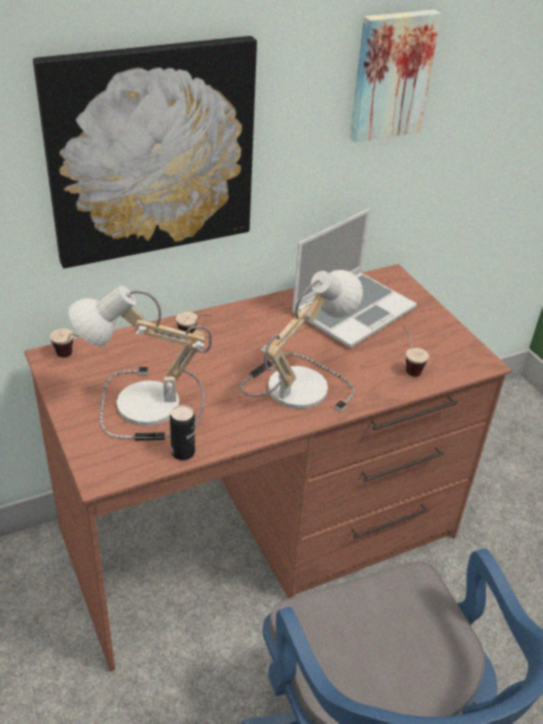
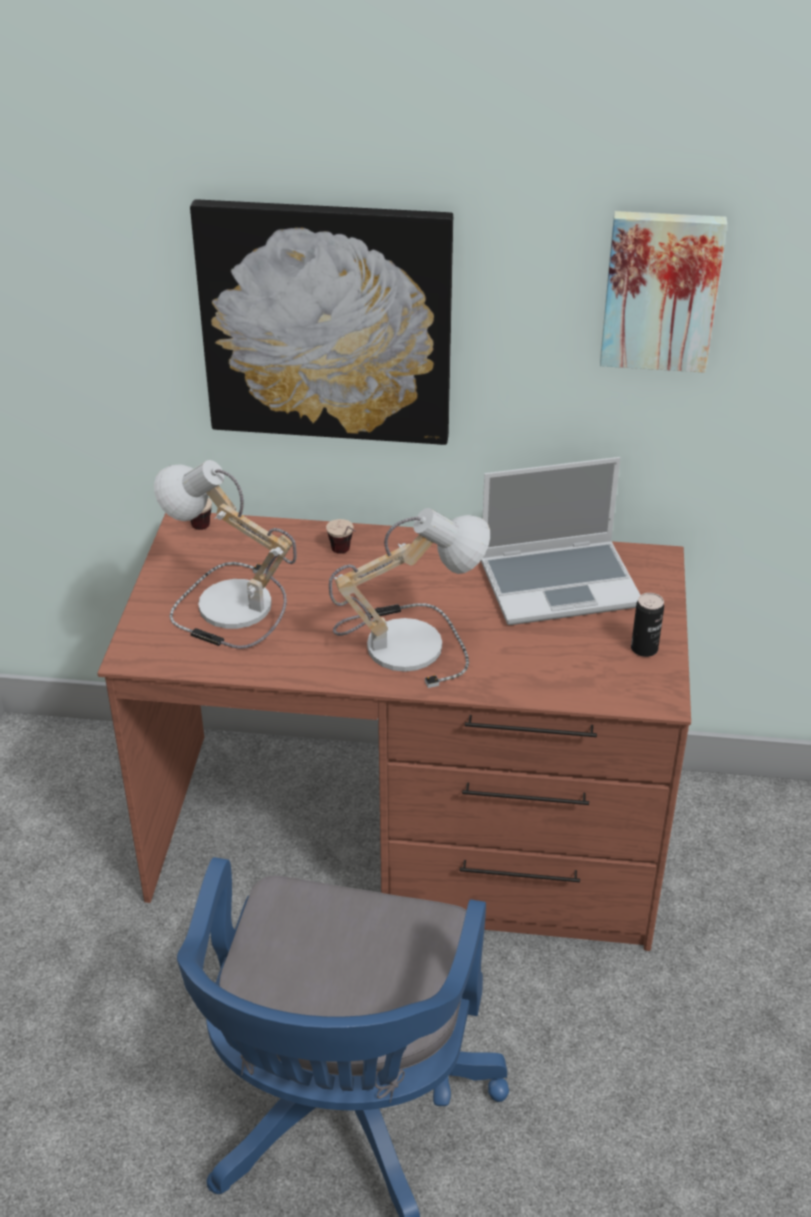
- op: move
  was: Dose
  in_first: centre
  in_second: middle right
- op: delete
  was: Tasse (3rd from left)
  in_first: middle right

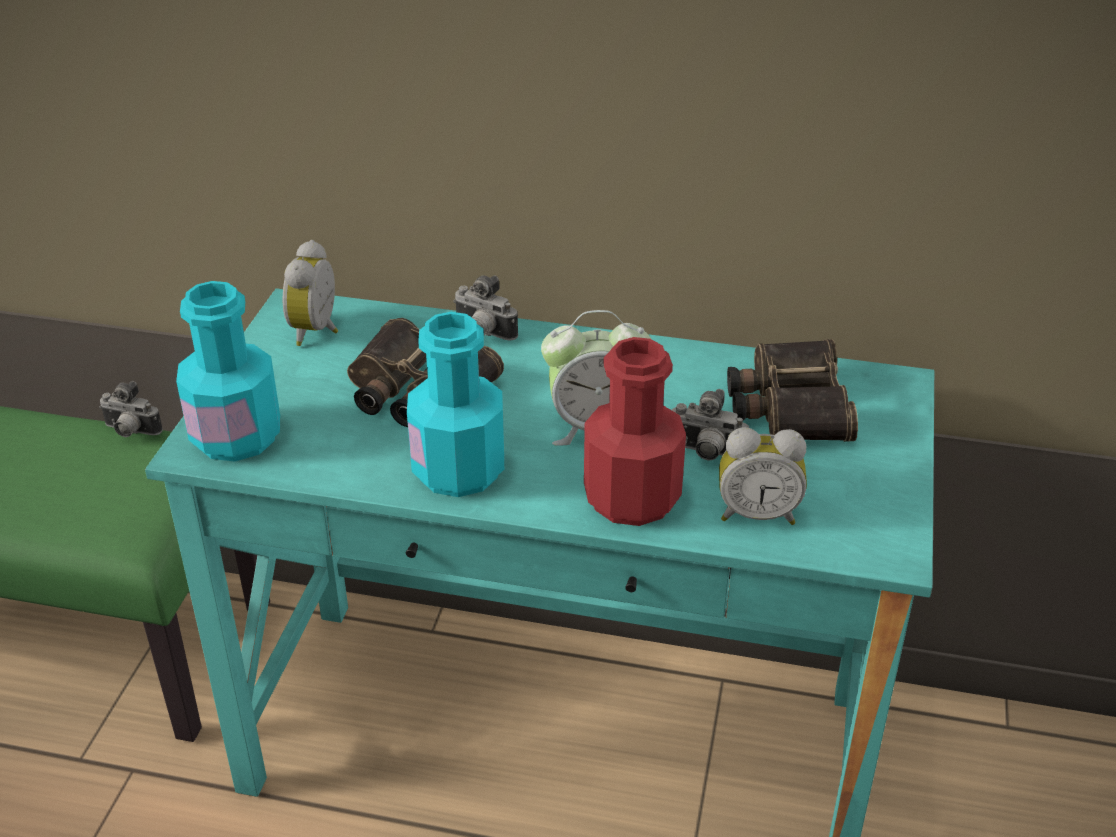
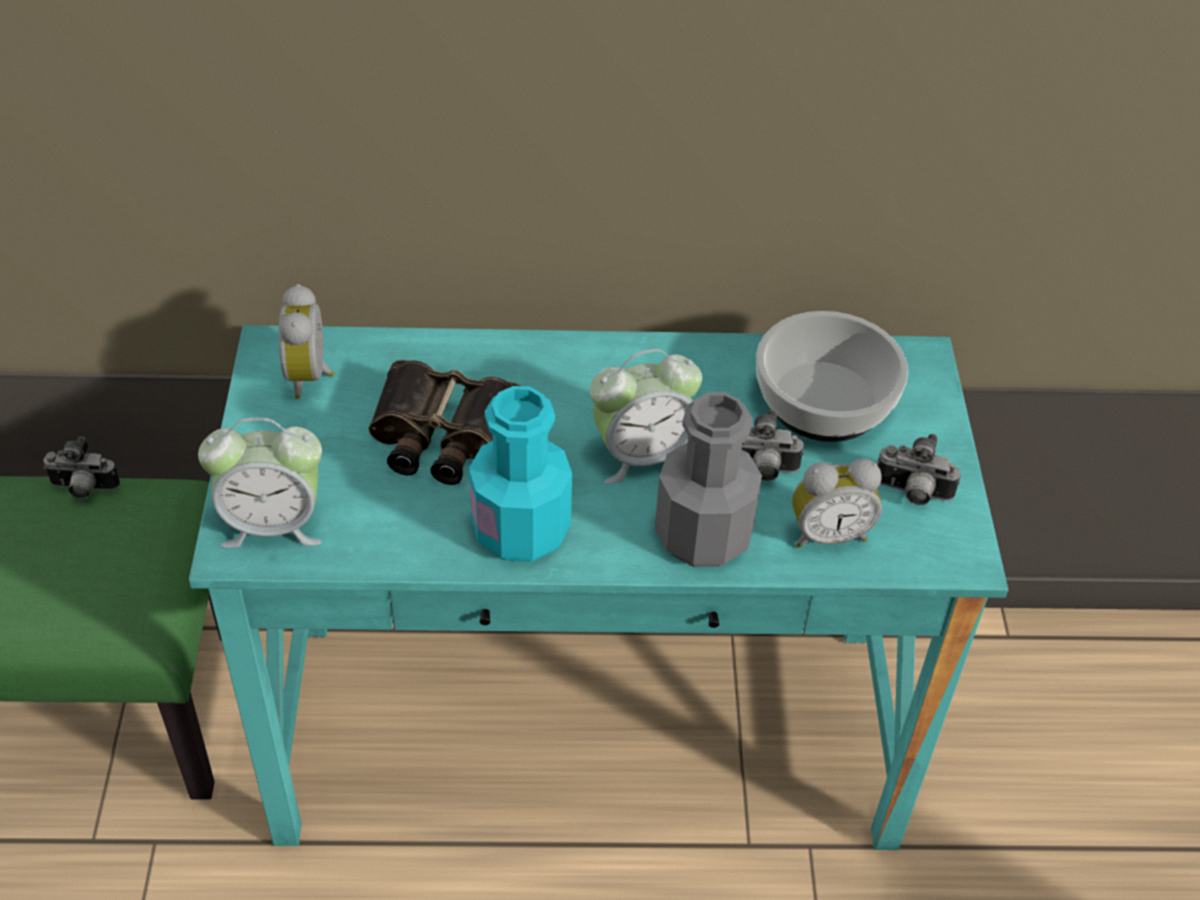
- op: replace
  was: Flasche/türkis (1st from left)
  now: Wecker (1st from left)
  in_first: middle left
  in_second: middle left
- op: recolor
  was: Flasche/rot
  now: Flasche/grau
  in_first: centre
  in_second: centre
- op: replace
  was: Fernglas (2nd from left)
  now: Schüssel
  in_first: middle right
  in_second: middle right
- op: move
  was: Kamera (2nd from left in the first image)
  now: Kamera (3rd from left)
  in_first: centre
  in_second: middle right

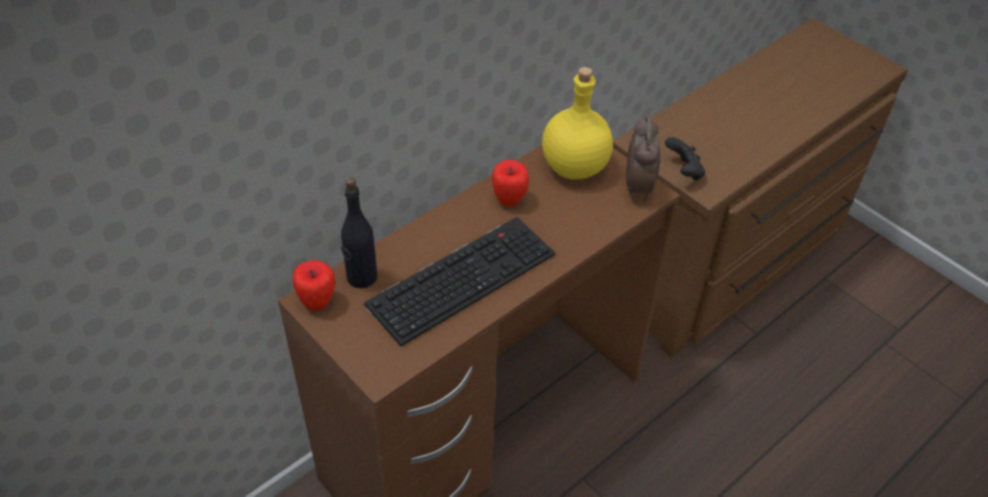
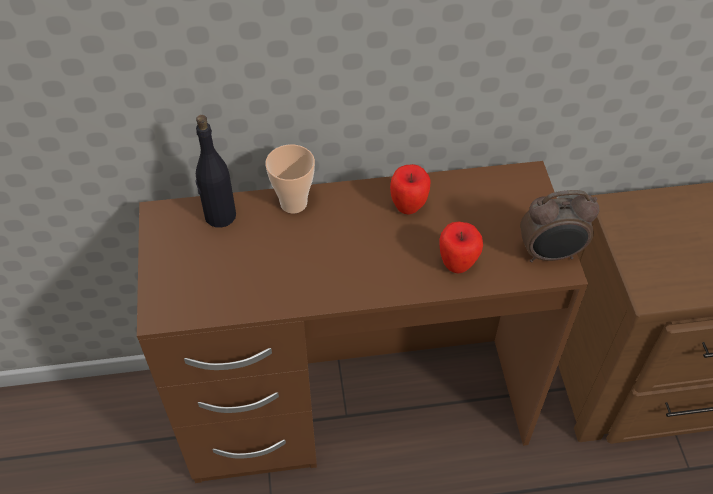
- op: insert
  now: Tasse
  in_second: centre
- op: move
  was: Apfel (1st from left in the first image)
  now: Apfel (2nd from left)
  in_first: middle left
  in_second: centre
- op: rotate
  was: Wecker
  in_first: top centre
  in_second: middle right
  clockwise: 45
- op: delete
  was: Tastatur
  in_first: centre
- op: delete
  was: Flasche/gelb
  in_first: top centre
- op: delete
  was: Gamepad/schwarz
  in_first: top right

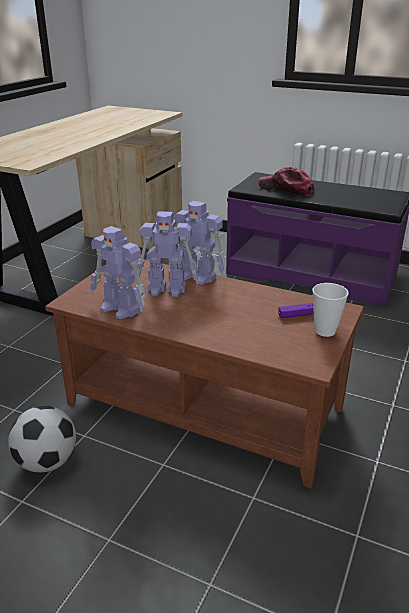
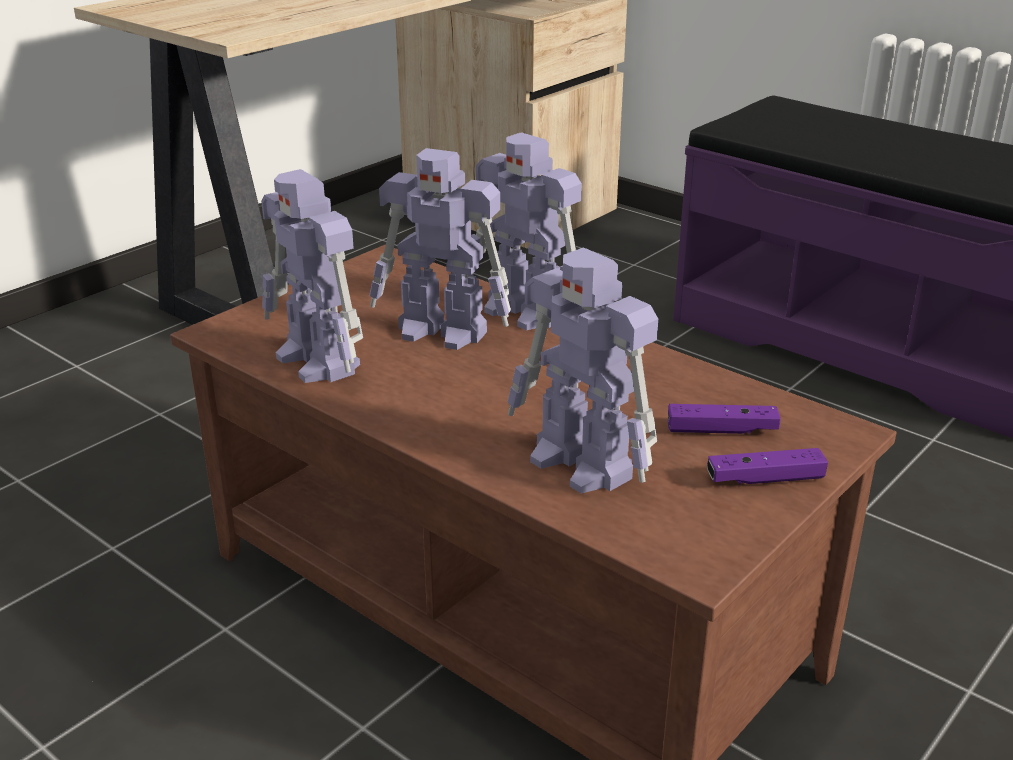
- op: insert
  now: Spielzeugroboter (4th from left)
  in_second: centre
- op: replace
  was: Tasse
  now: Gamepad/lila (2nd from left)
  in_first: middle right
  in_second: middle right
- op: delete
  was: Fußball
  in_first: bottom left
- op: delete
  was: Kappe
  in_first: top right

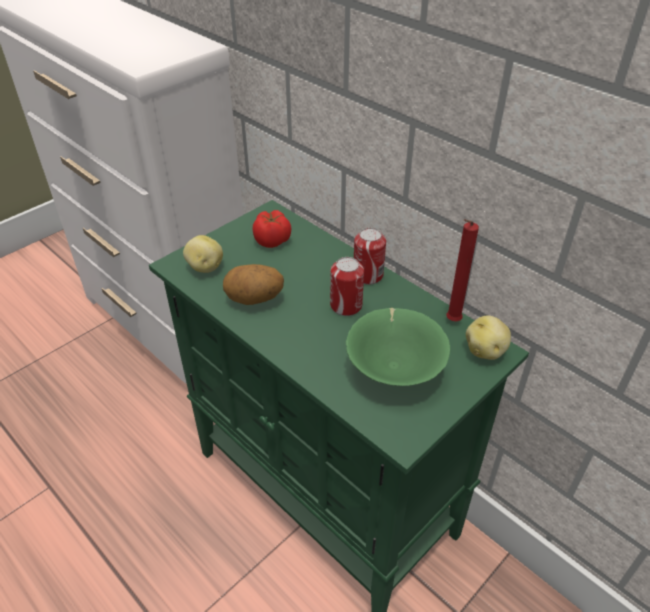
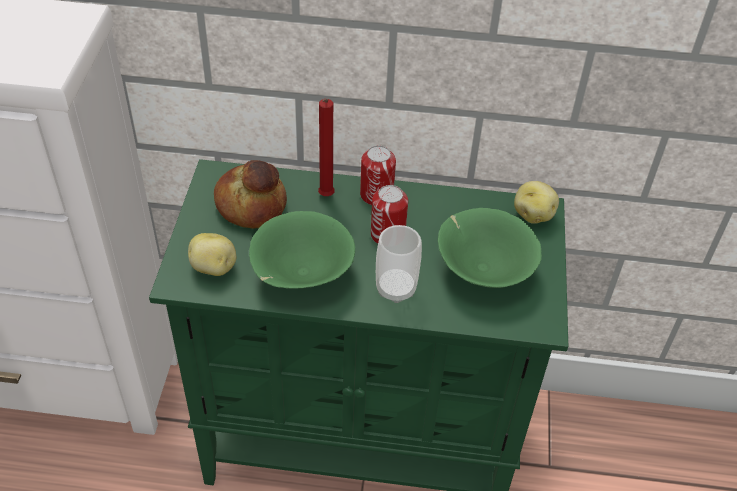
- op: replace
  was: Tomate
  now: Brot
  in_first: centre
  in_second: centre
- op: replace
  was: Kartoffel (2nd from left)
  now: Schüssel/grün (1st from left)
  in_first: centre
  in_second: centre
- op: move
  was: Kerze/rot
  in_first: middle right
  in_second: top centre
- op: insert
  now: Tasse
  in_second: centre

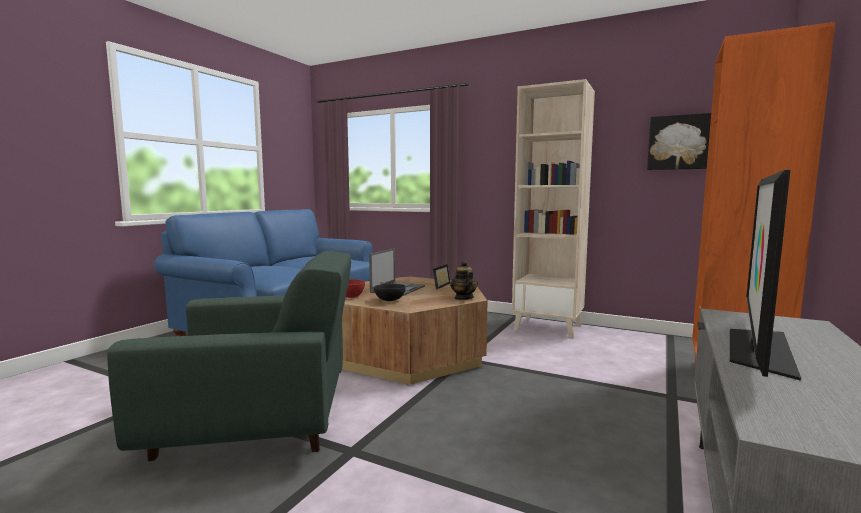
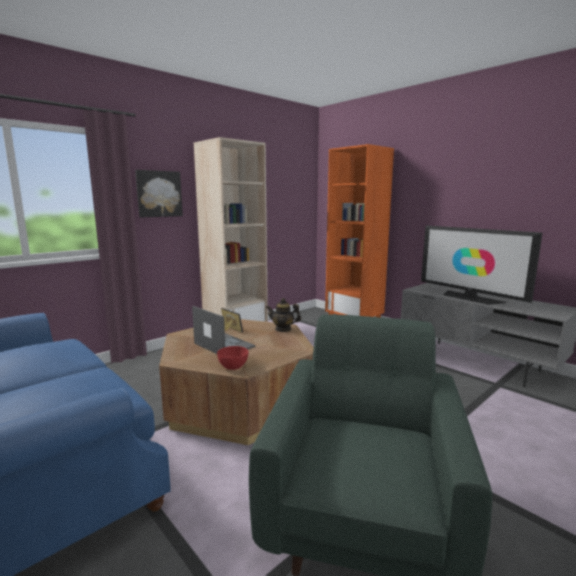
- op: move
  was: Bild
  in_first: top right
  in_second: middle left
- op: delete
  was: Schüssel/schwarz
  in_first: centre

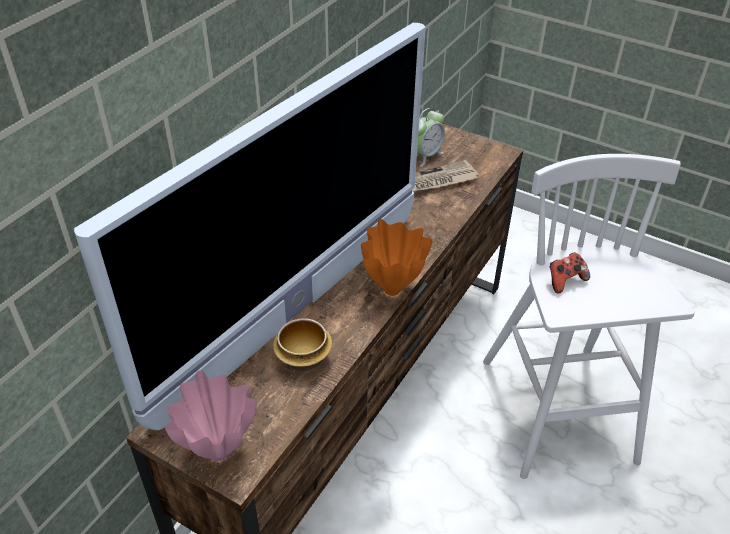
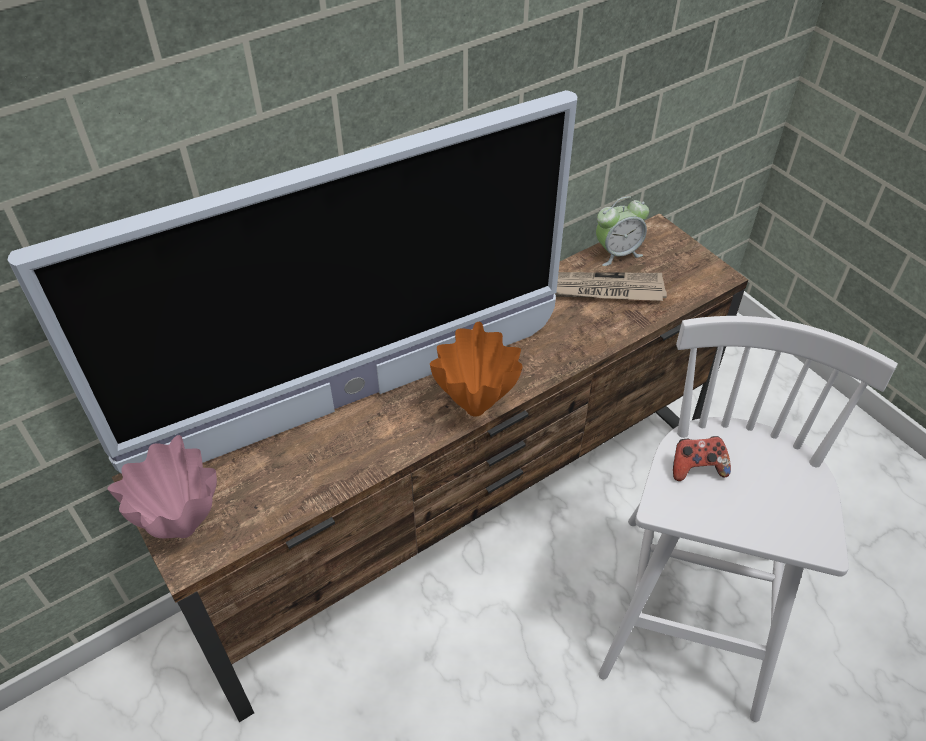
- op: delete
  was: Schüssel
  in_first: centre

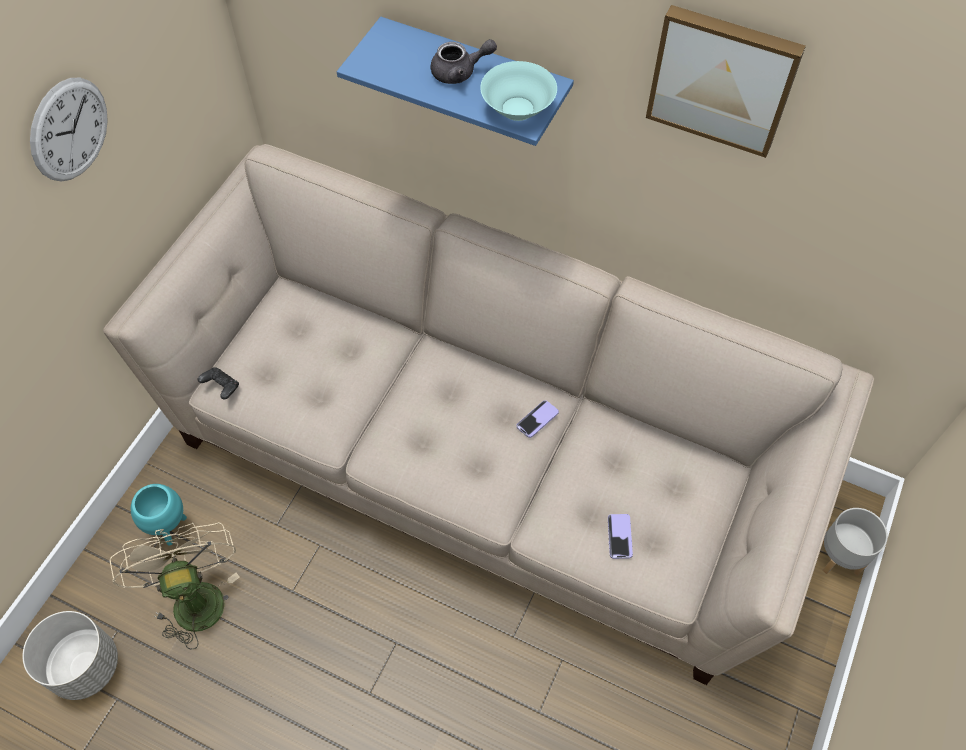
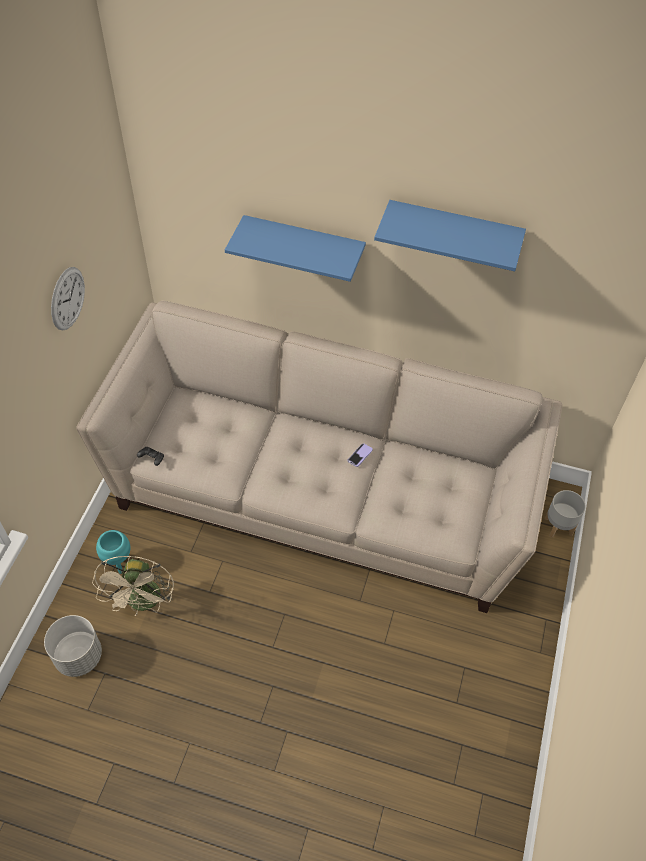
- op: rotate
  was: Ventilator/beige
  in_first: bottom left
  in_second: bottom left
  clockwise: -150
- op: replace
  was: Bild
  now: Wandregal/blau (2nd from left)
  in_first: top right
  in_second: top right
- op: delete
  was: Teekanne/grau
  in_first: top centre
- op: delete
  was: Schüssel/türkis
  in_first: top centre
- op: delete
  was: Handy (2nd from left)
  in_first: bottom centre

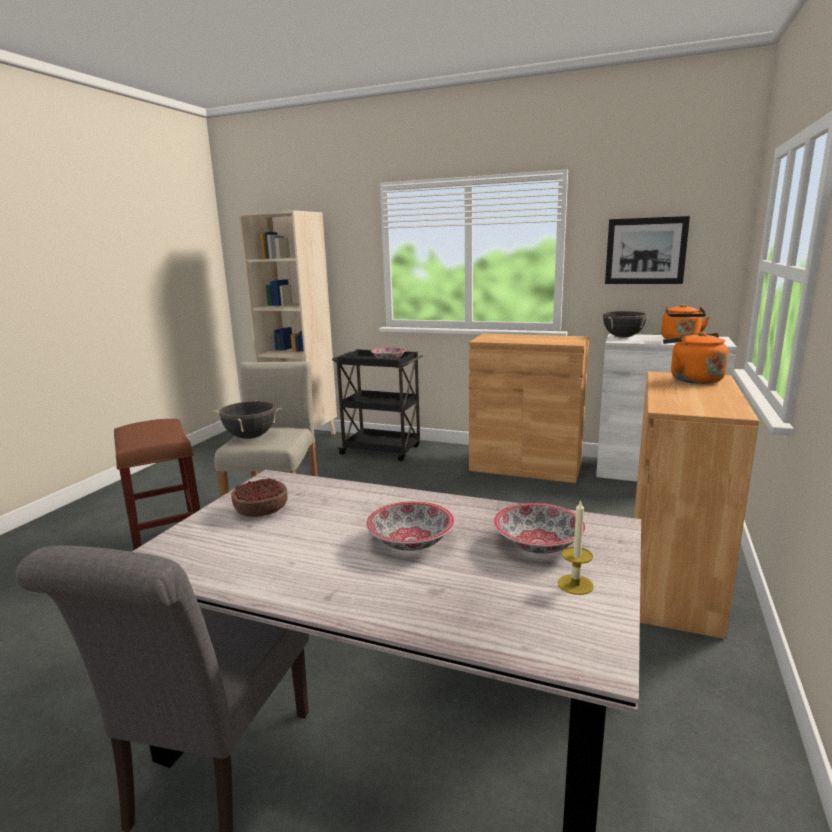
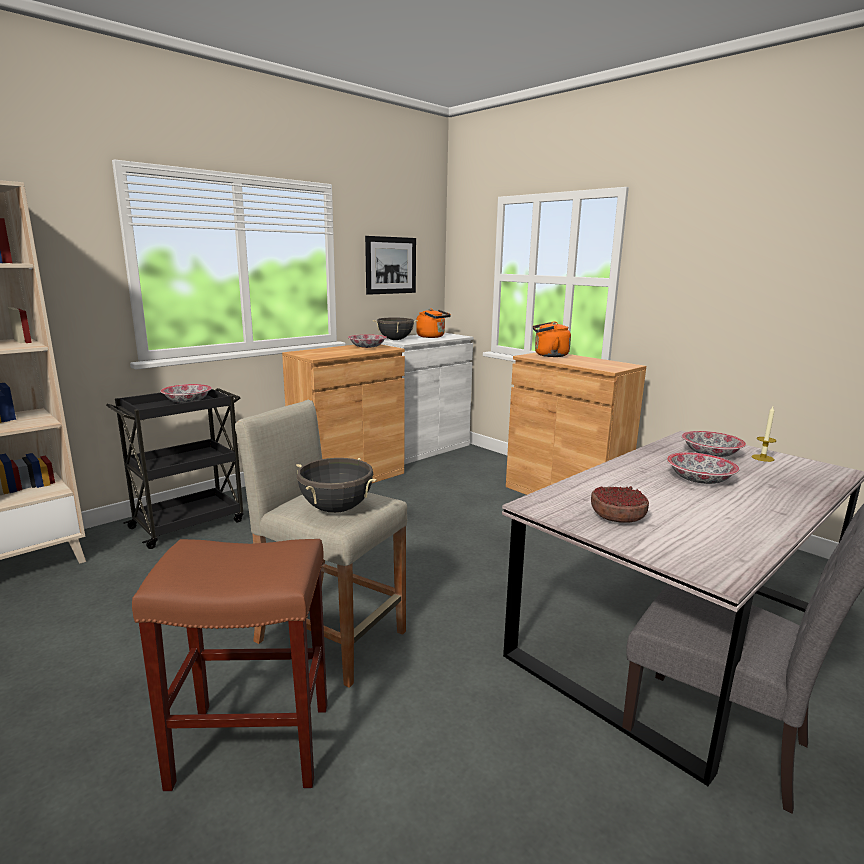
- op: insert
  now: Schüssel (2nd from left)
  in_second: centre

